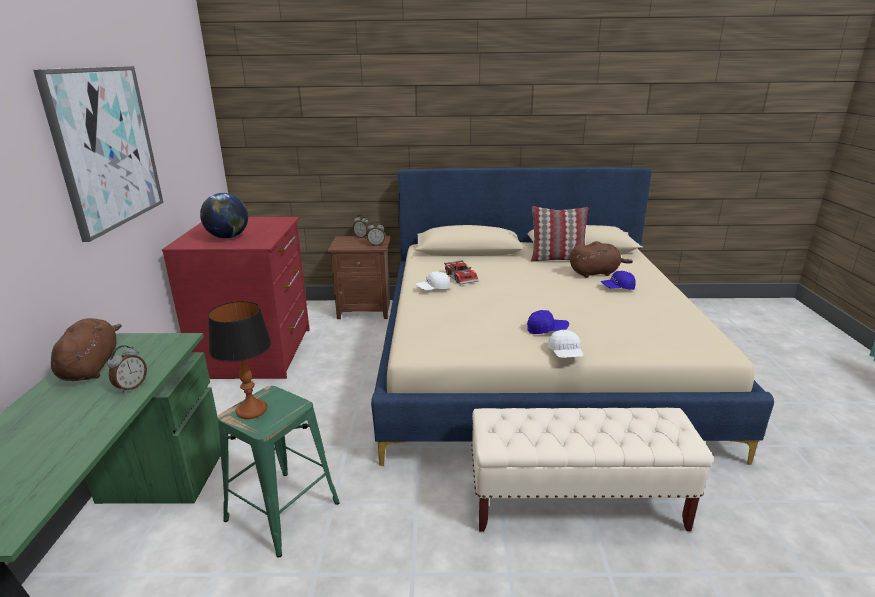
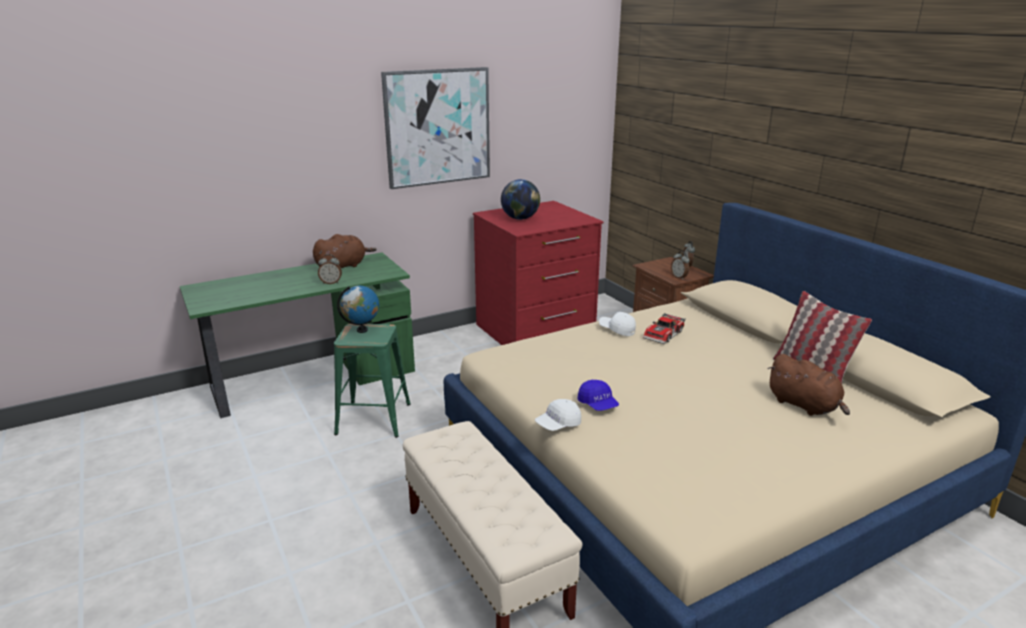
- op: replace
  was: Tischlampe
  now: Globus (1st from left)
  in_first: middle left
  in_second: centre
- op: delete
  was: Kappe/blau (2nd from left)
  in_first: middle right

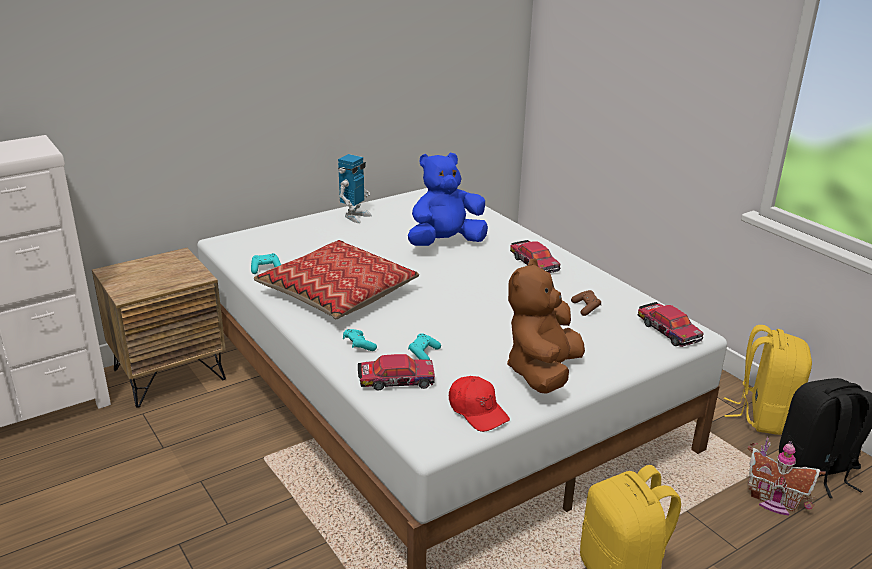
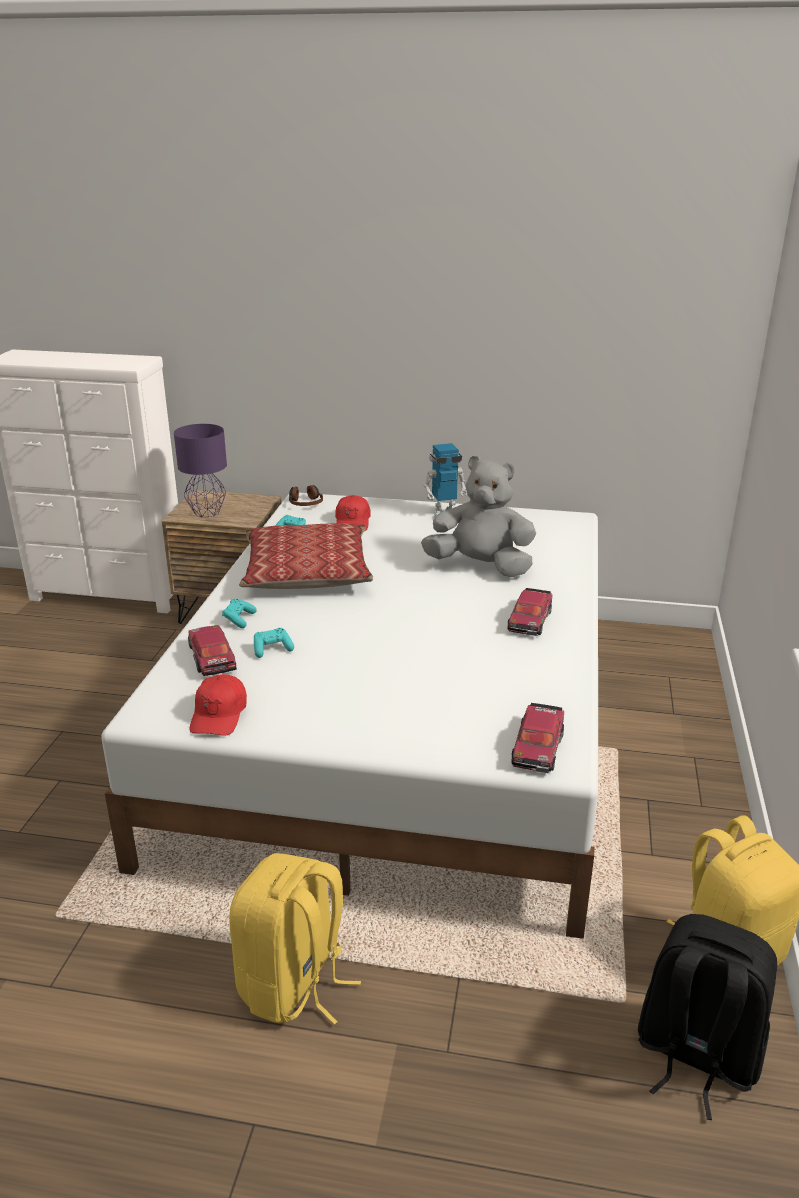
- op: insert
  now: Tischlampe/lila
  in_second: middle left
- op: rotate
  was: Spielzeugauto (1st from left)
  in_first: centre
  in_second: middle left
  clockwise: -150
- op: insert
  now: Kopfhörer
  in_second: centre
- op: insert
  now: Kappe/rot (2nd from left)
  in_second: centre
- op: recolor
  was: Plüschtier/blau
  now: Plüschtier/grau
  in_first: centre
  in_second: centre
- op: delete
  was: Plüschtier/braun
  in_first: centre
- op: delete
  was: Gamepad/braun
  in_first: middle right
- op: delete
  was: Spielzeughaus
  in_first: bottom right

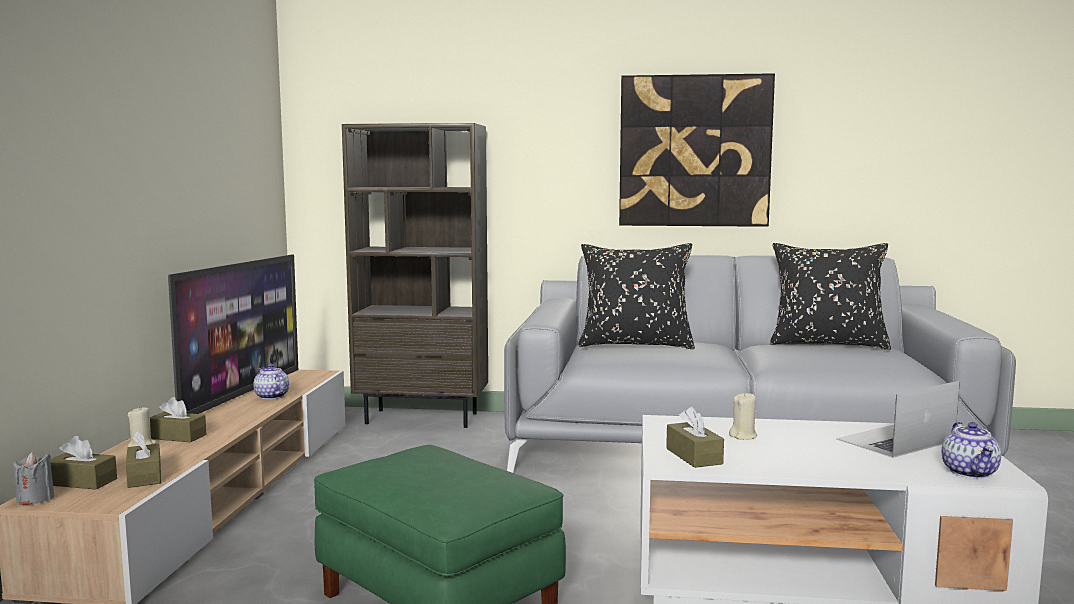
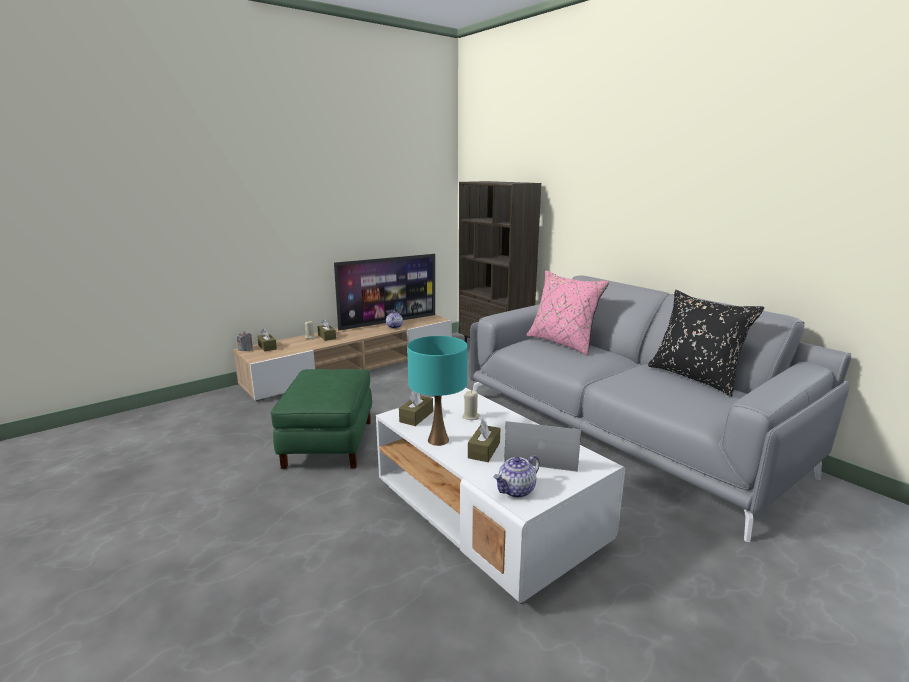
- op: insert
  now: Tischlampe/türkis
  in_second: centre
- op: move
  was: Taschentuchbox/braun (2nd from left in the first image)
  now: Taschentuchbox/braun (4th from left)
  in_first: bottom left
  in_second: centre
- op: recolor
  was: Kissen/schwarz (1st from left)
  now: Kissen/rosa
  in_first: centre
  in_second: centre
- op: delete
  was: Bild
  in_first: top centre

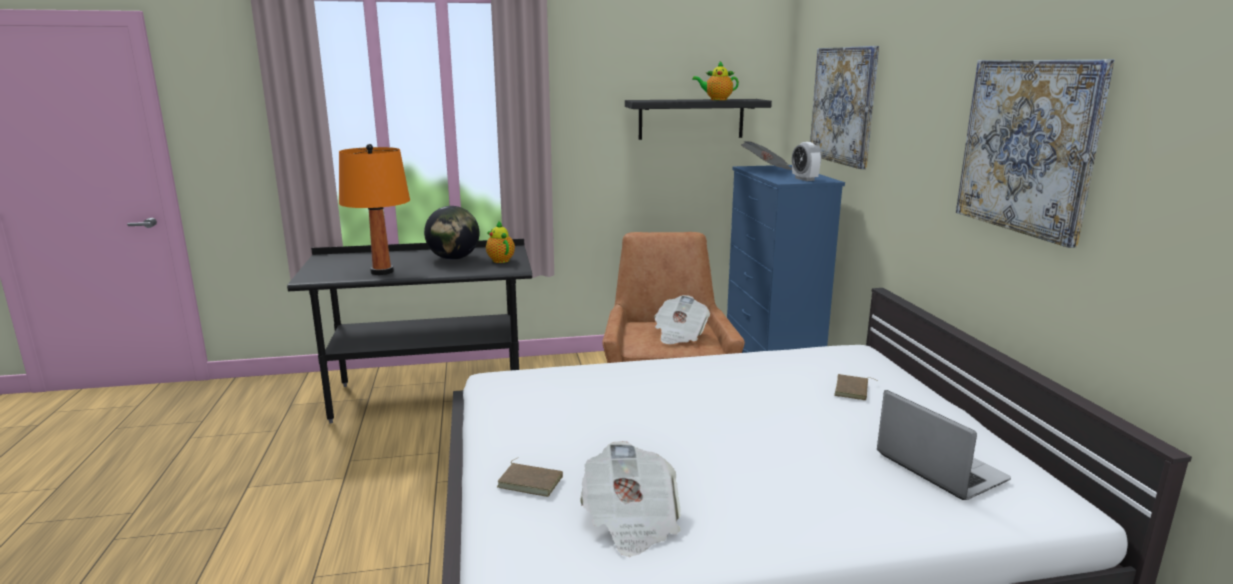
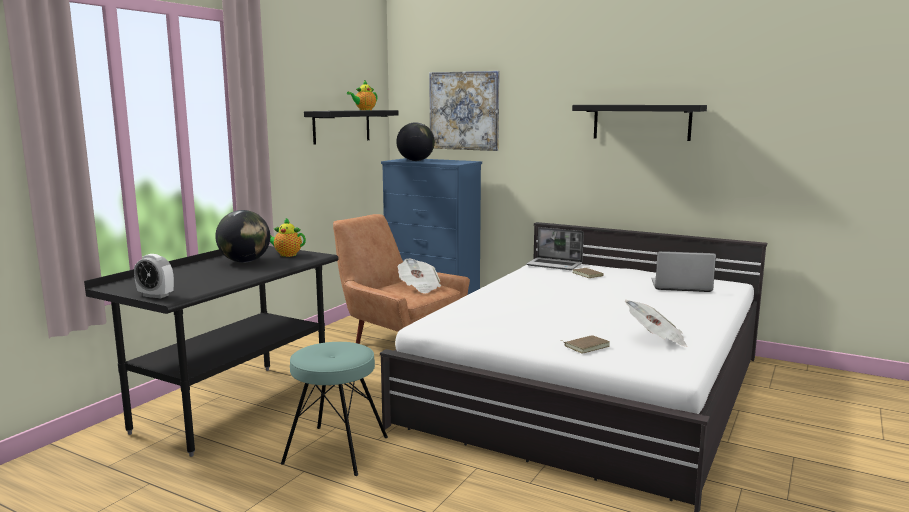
- op: move
  was: Wecker
  in_first: top centre
  in_second: middle left
- op: insert
  now: Hocker/türkis
  in_second: bottom centre
- op: replace
  was: Zeitung (3rd from left)
  now: Globus (2nd from left)
  in_first: top centre
  in_second: top centre
- op: insert
  now: Laptop (1st from left)
  in_second: centre
- op: replace
  was: Bild (2nd from left)
  now: Wandregal/schwarz (2nd from left)
  in_first: top right
  in_second: top right
- op: delete
  was: Tischlampe/orange
  in_first: middle left

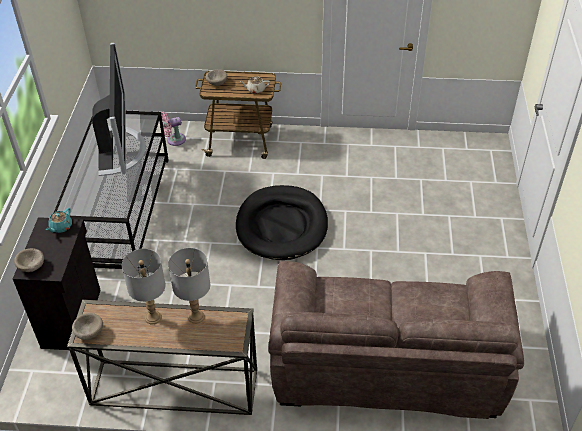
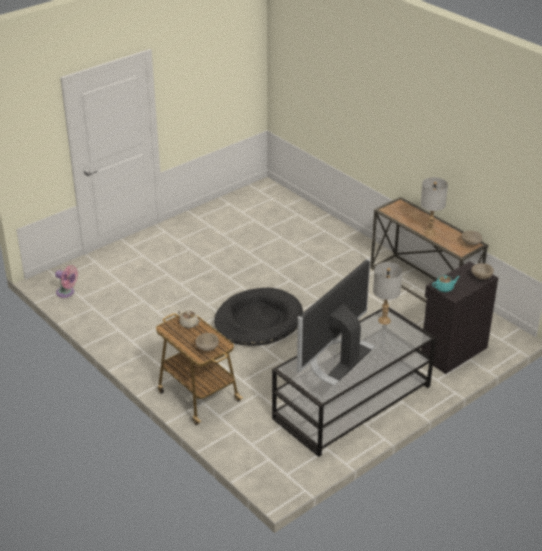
- op: move
  was: Ventilator/rosa
  in_first: top left
  in_second: middle left
- op: move
  was: Tischlampe/grau (2nd from left in the first image)
  now: Tischlampe/grau (1st from left)
  in_first: middle left
  in_second: middle right
- op: delete
  was: Sofa/braun
  in_first: bottom right

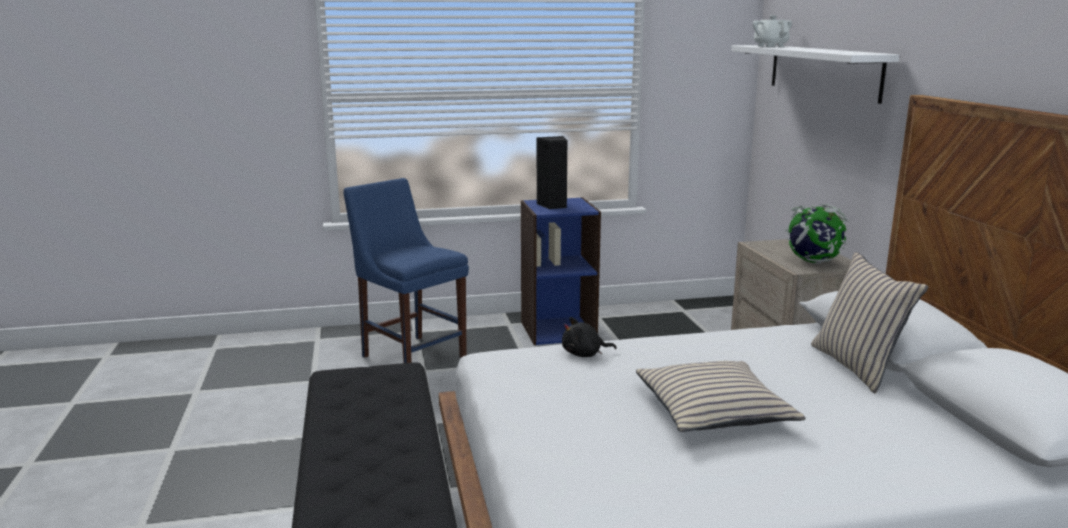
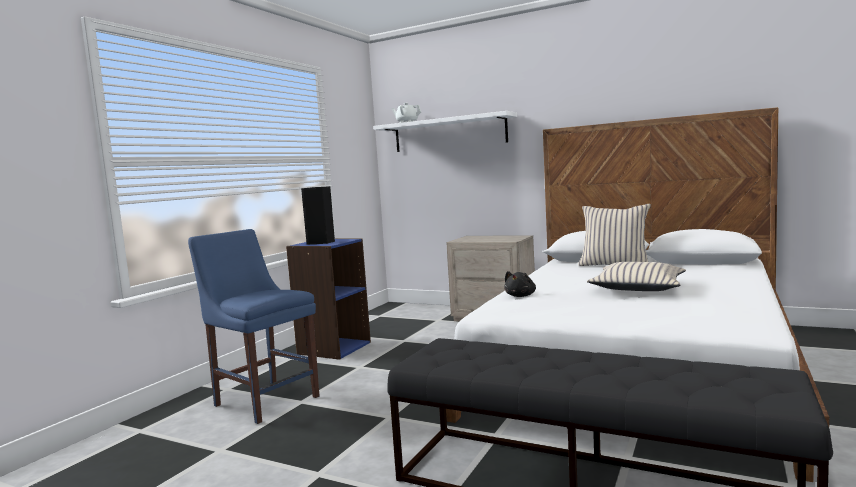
- op: rotate
  was: Stuhl/blau
  in_first: centre
  in_second: bottom left
  clockwise: 45
- op: delete
  was: Globus
  in_first: middle right

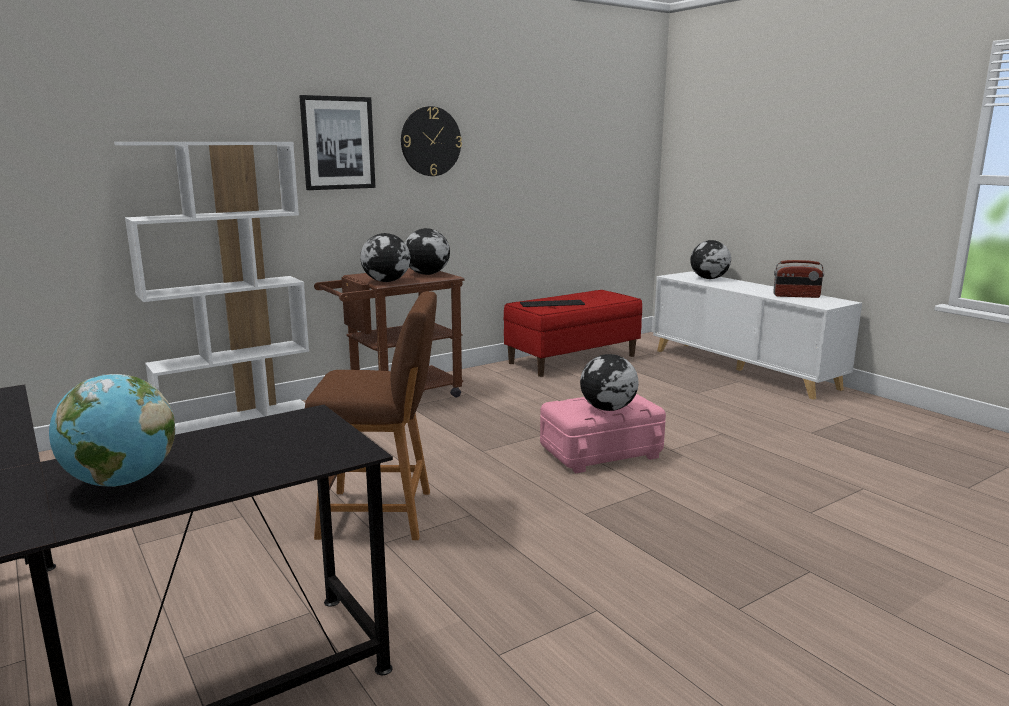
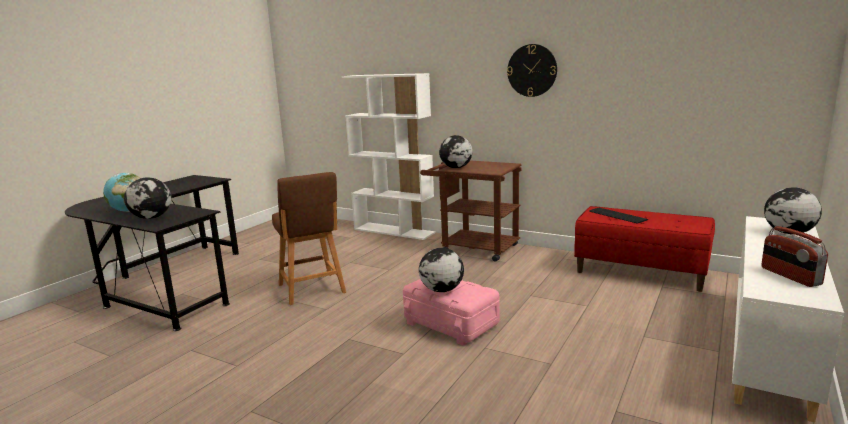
- op: move
  was: Globus (3rd from left in the first image)
  now: Globus (2nd from left)
  in_first: centre
  in_second: middle left
- op: delete
  was: Bild
  in_first: top centre

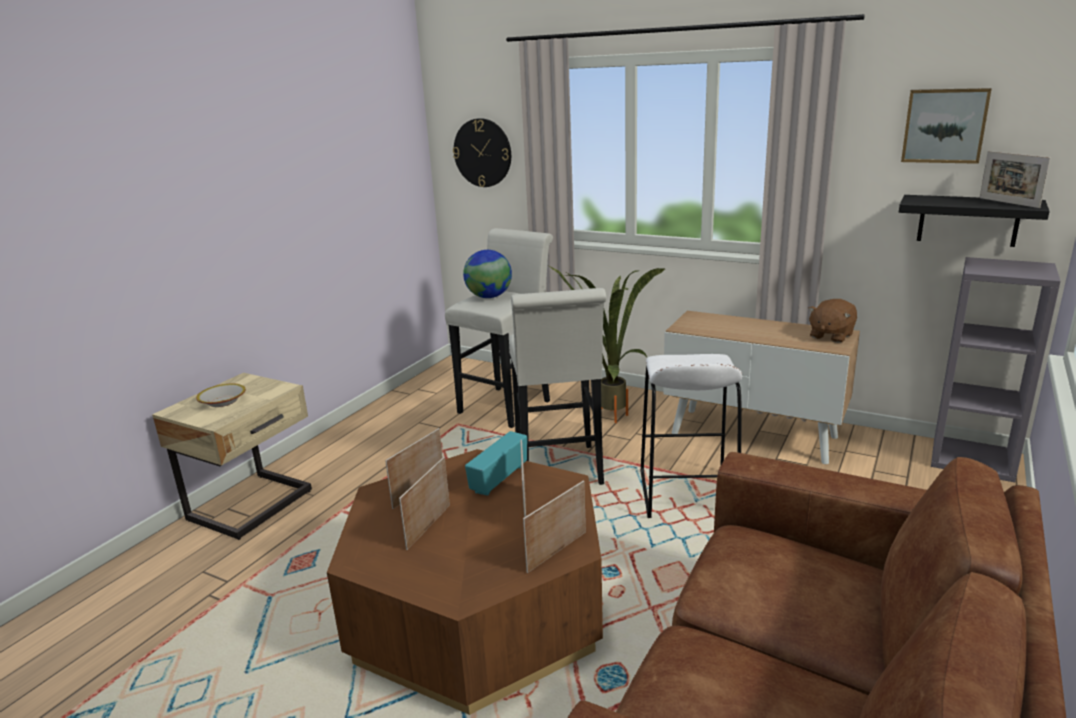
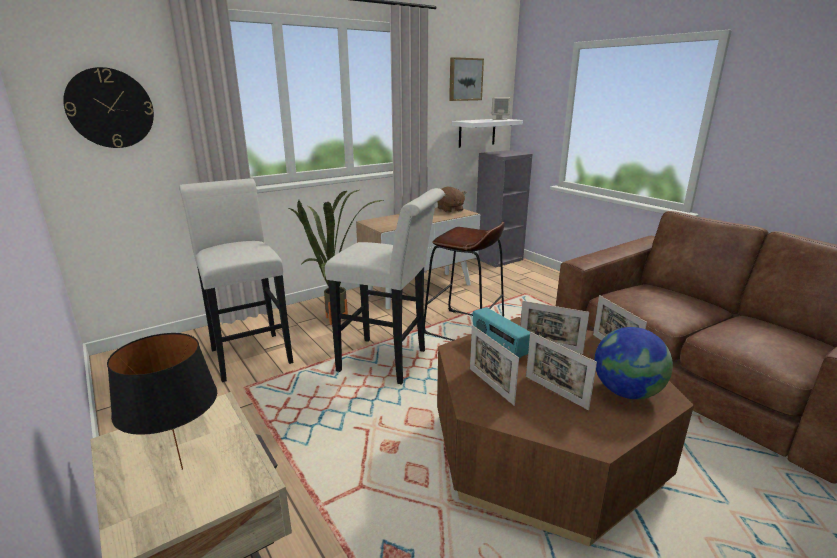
- op: replace
  was: Schüssel
  now: Tischlampe/schwarz
  in_first: middle left
  in_second: bottom left
- op: recolor
  was: Hocker/weiß (3rd from left)
  now: Hocker/braun
  in_first: centre
  in_second: centre
- op: recolor
  was: Wandregal/schwarz
  now: Wandregal/weiß
  in_first: top right
  in_second: top centre
- op: replace
  was: Bilderrahmen (5th from left)
  now: Lautsprecher/beige
  in_first: top right
  in_second: top centre
- op: move
  was: Globus
  in_first: centre
  in_second: middle right

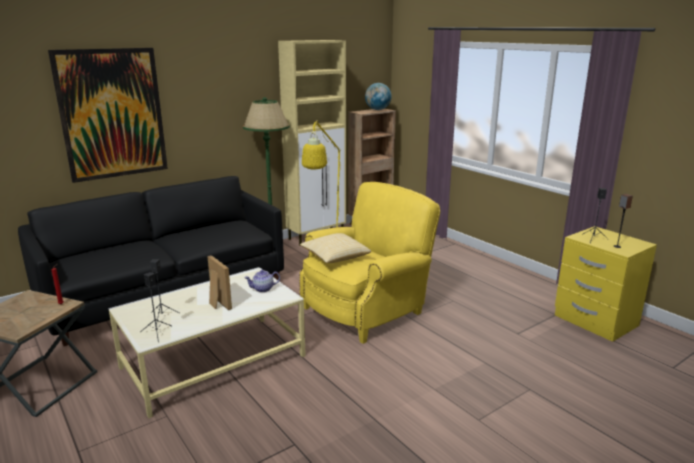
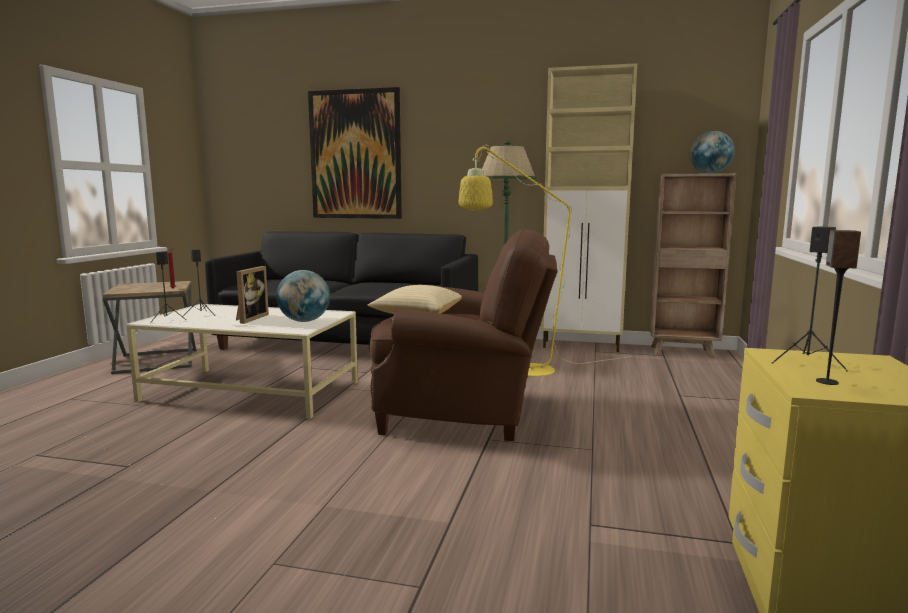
- op: replace
  was: Teekanne
  now: Globus (1st from left)
  in_first: centre
  in_second: centre
- op: recolor
  was: Sessel/gelb
  now: Sessel/braun
  in_first: centre
  in_second: centre

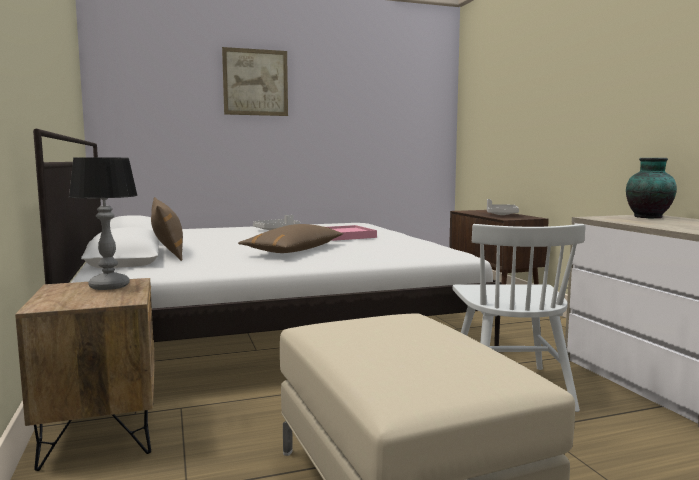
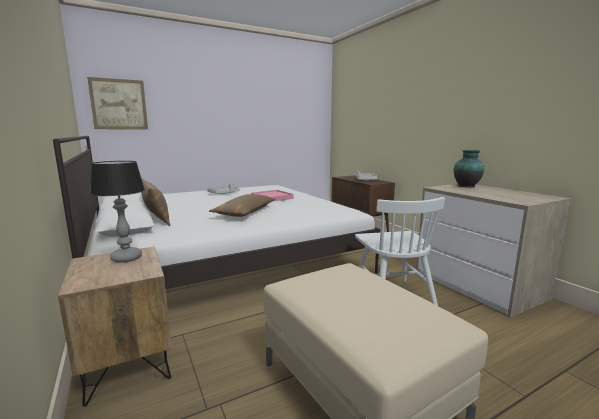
- op: move
  was: Bild
  in_first: top centre
  in_second: top left

